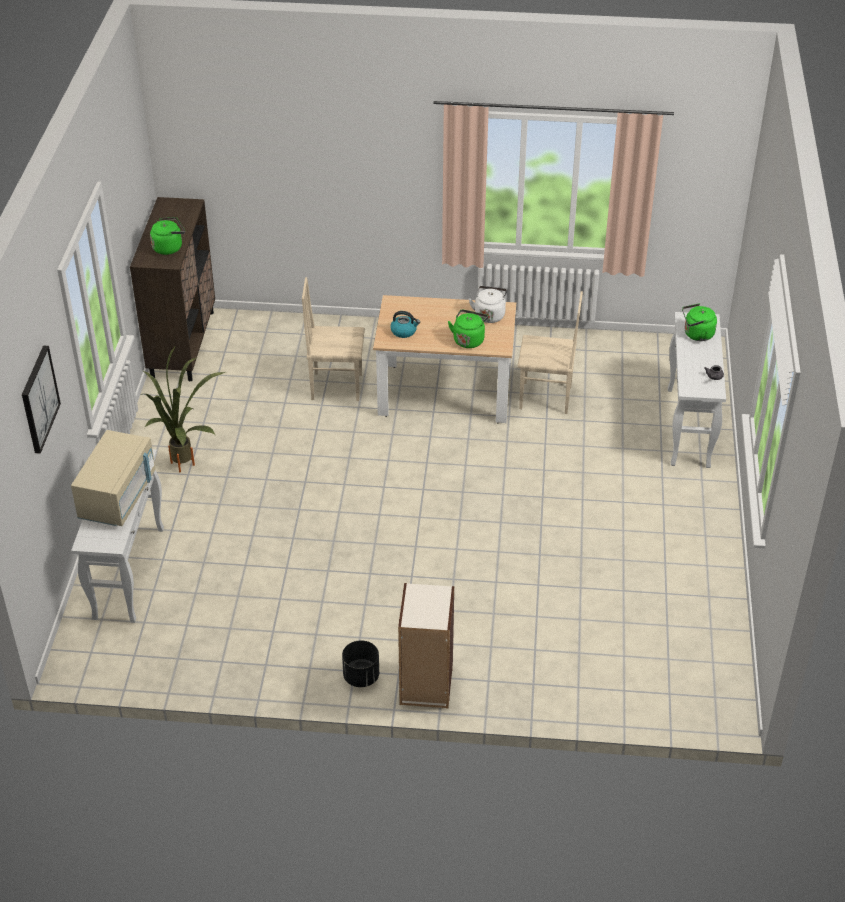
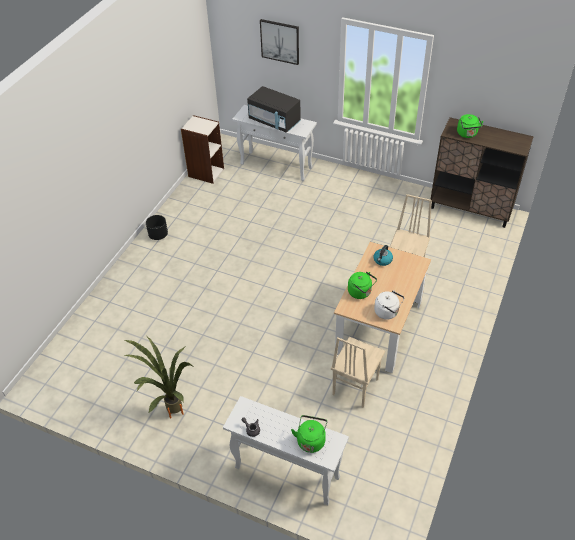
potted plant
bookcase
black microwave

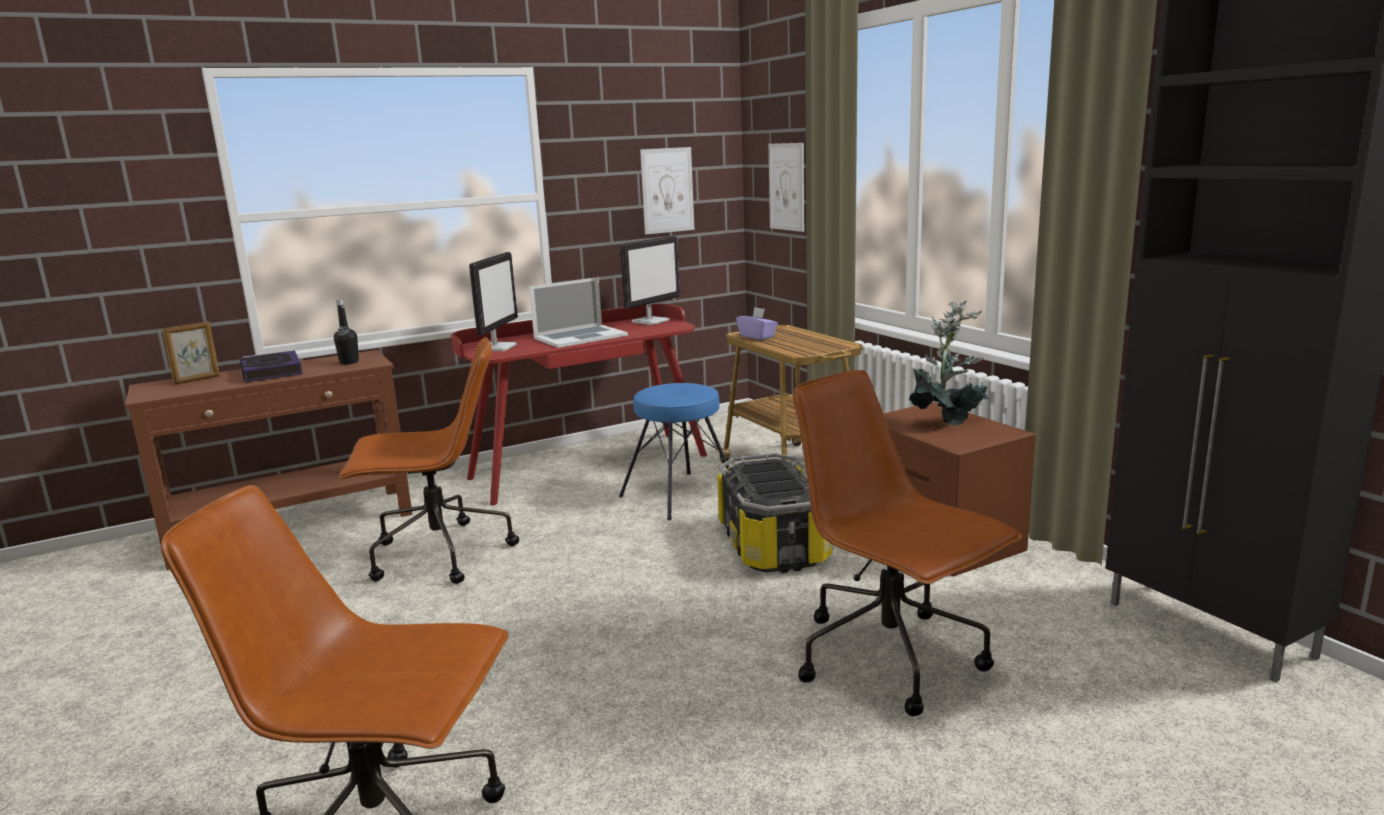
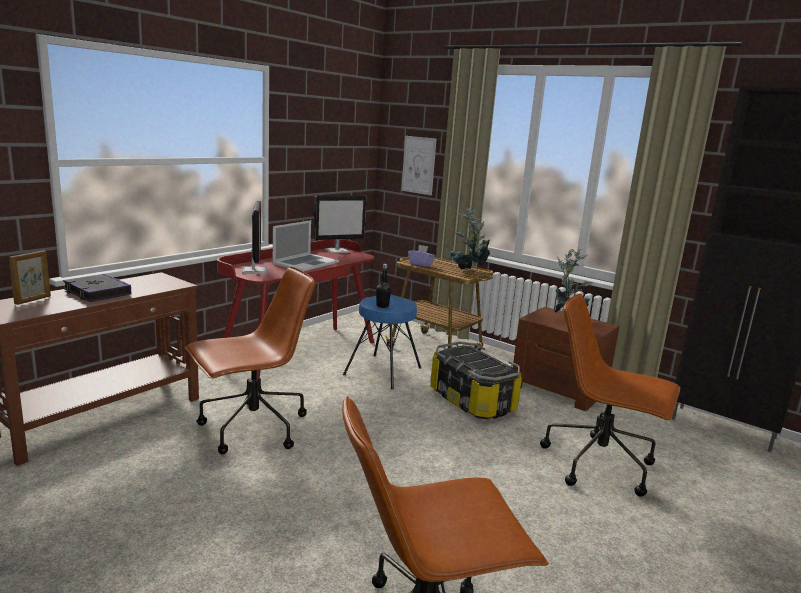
picture (no. 1 from left in the first image)
potted plant (no. 1 from left)
black bottle
monitor (no. 2 from left)

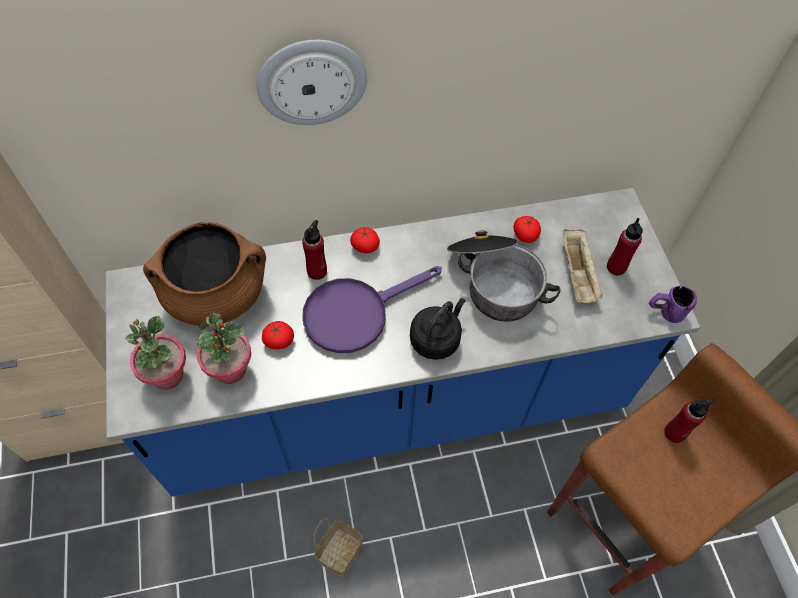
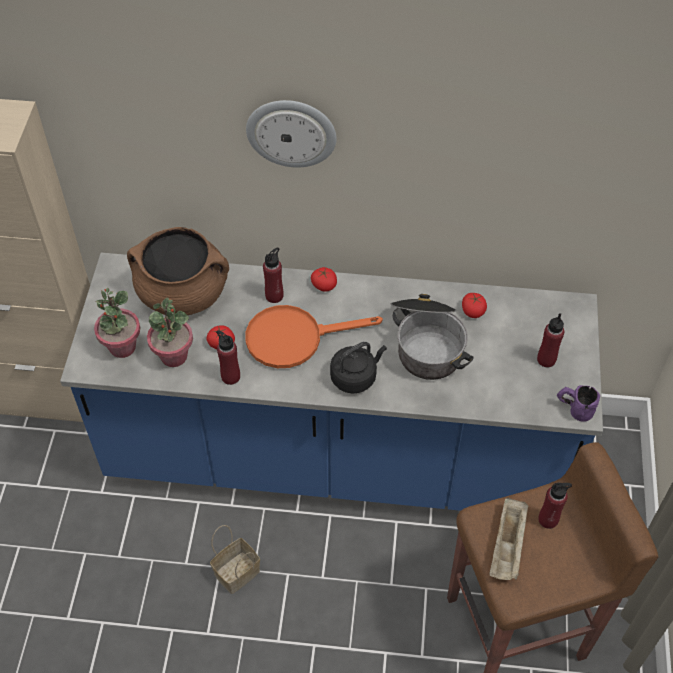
red bottle (no. 1 from left)
beige tray
orange frying pan

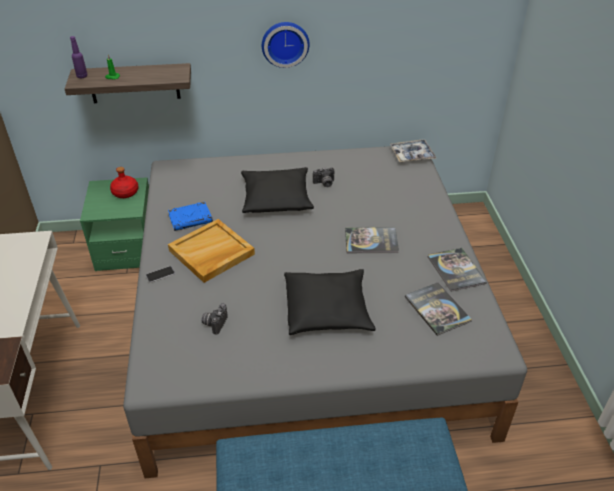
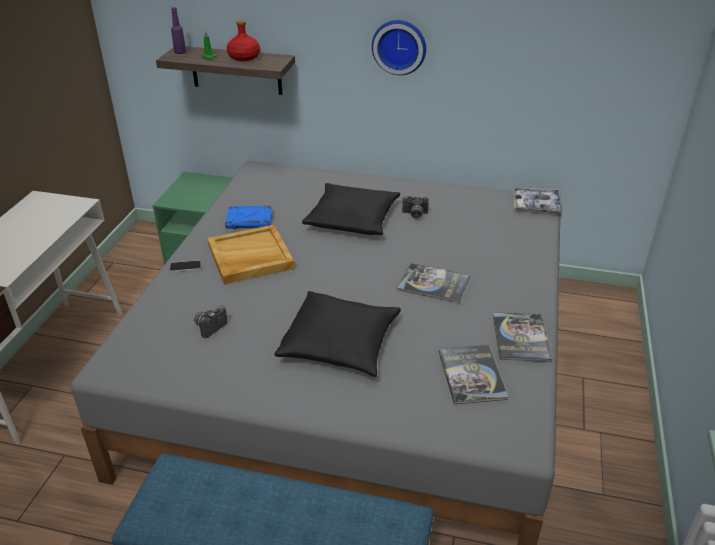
red bottle

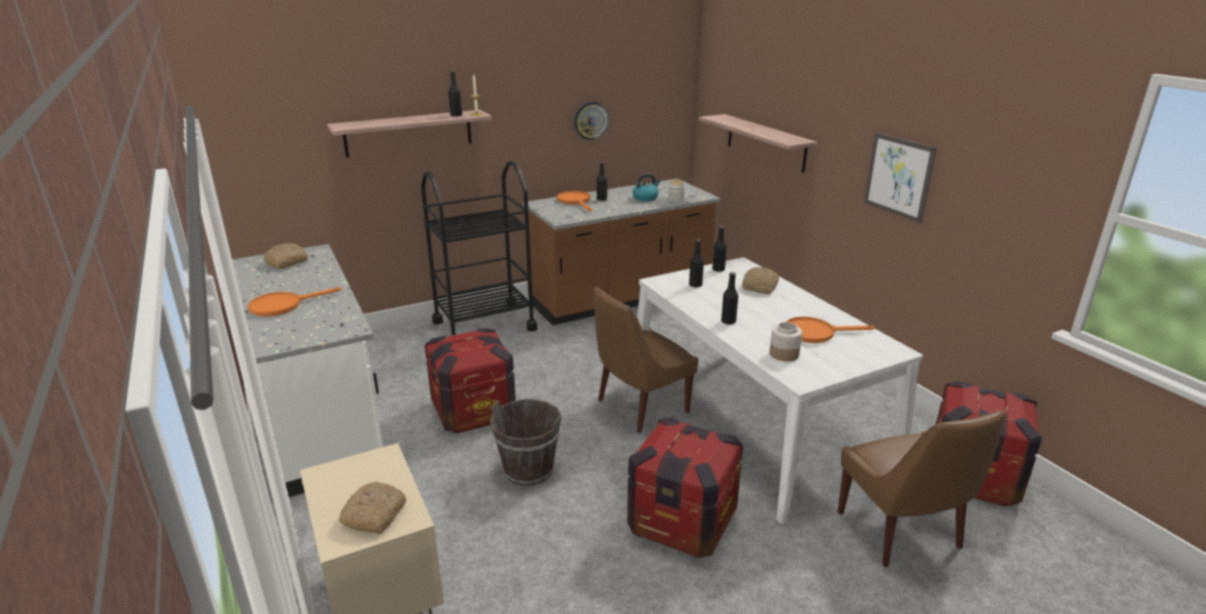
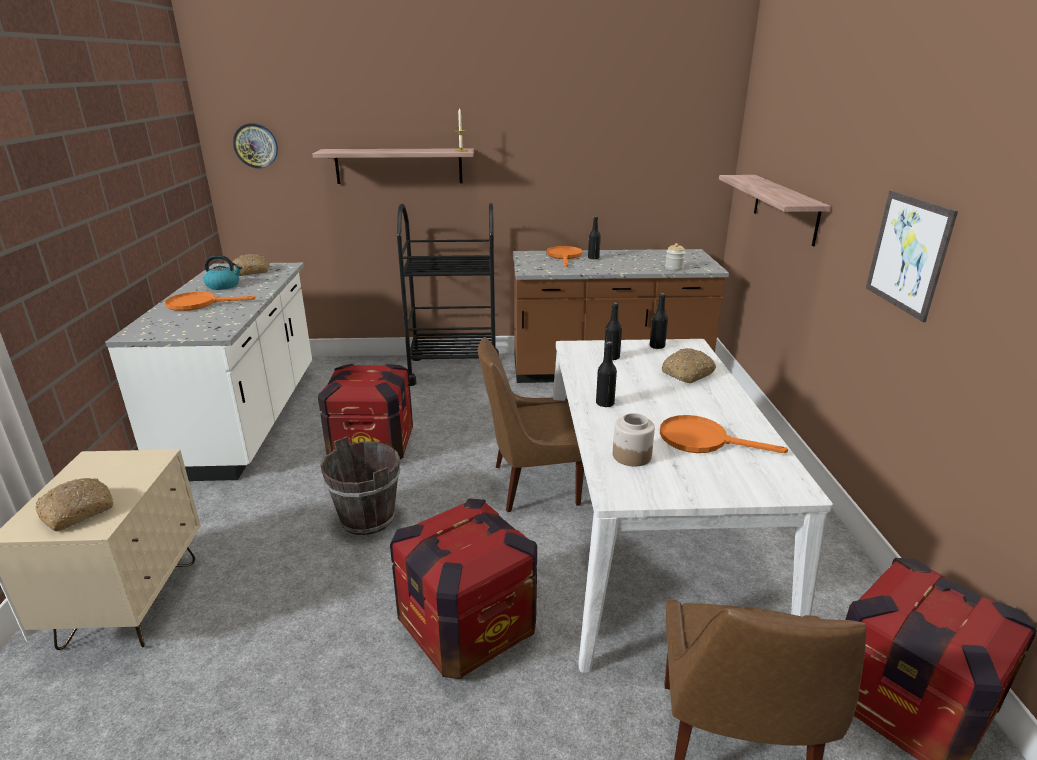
black bottle (no. 1 from left in the first image)
wall clock
kettle

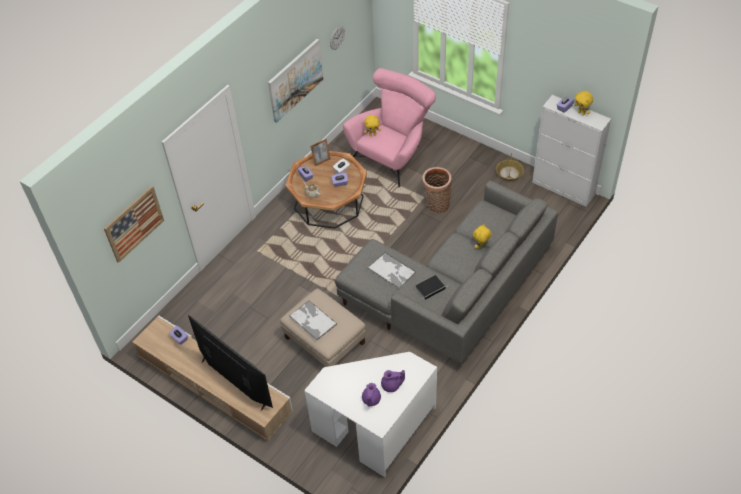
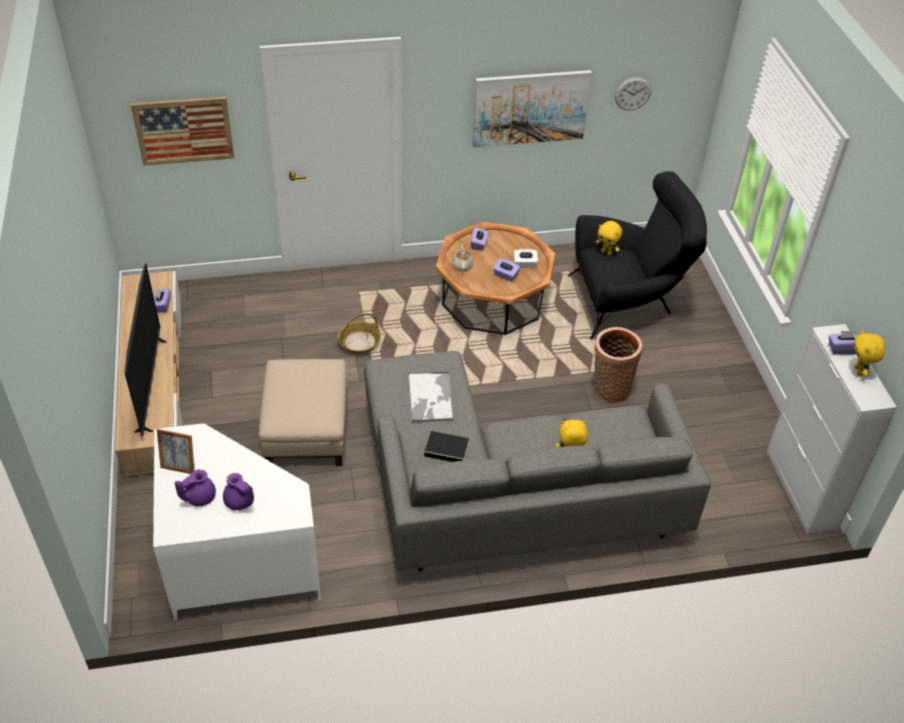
tray (no. 1 from left in the first image)
picture frame
basket (no. 1 from left)
black armchair

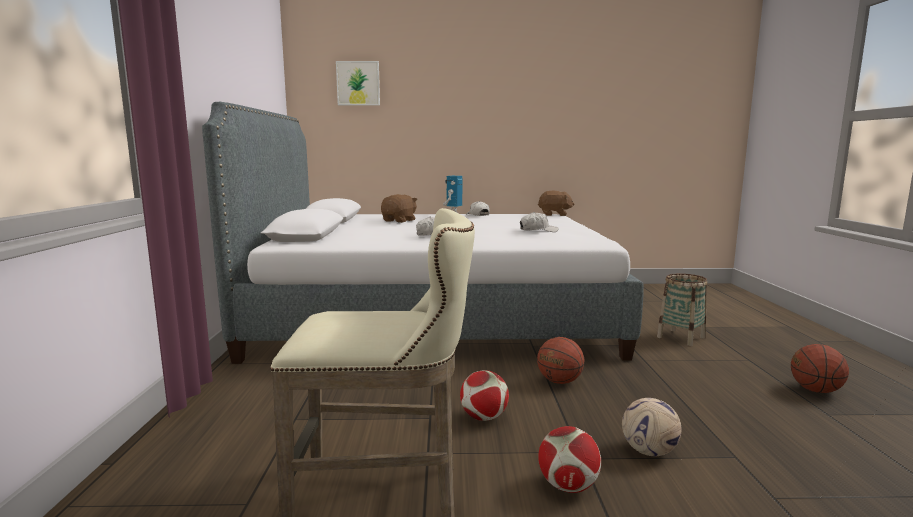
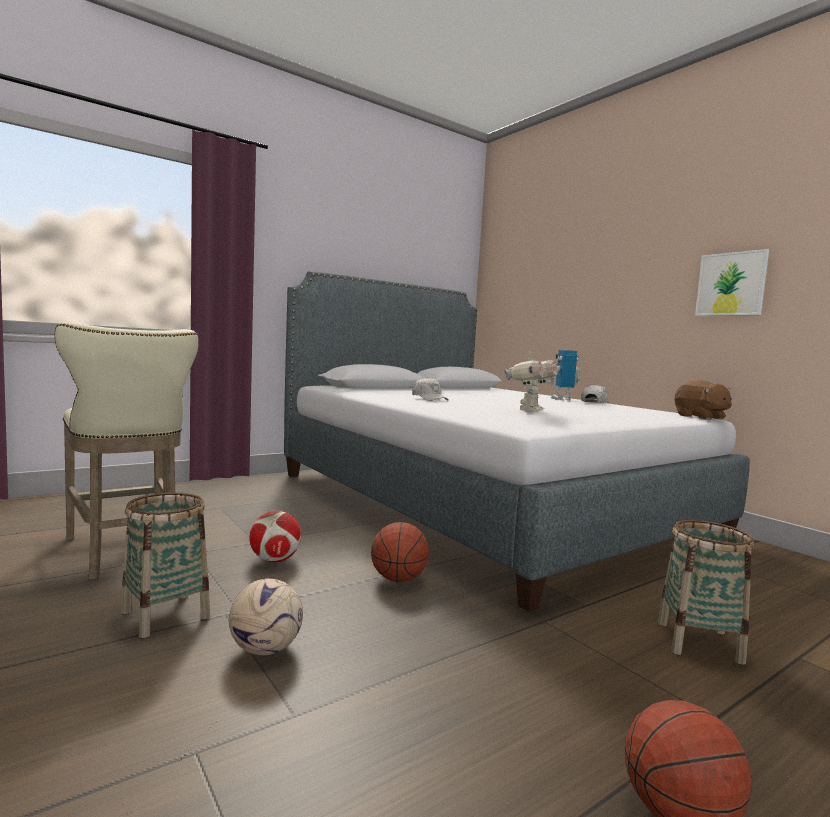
brown plush toy (no. 1 from left in the first image)
picture
toy robot (no. 1 from left)
basket (no. 1 from left)

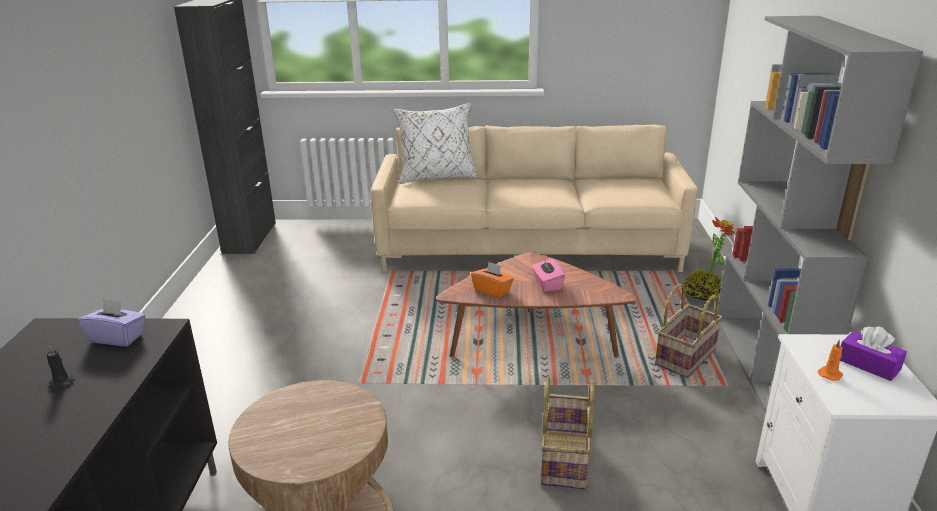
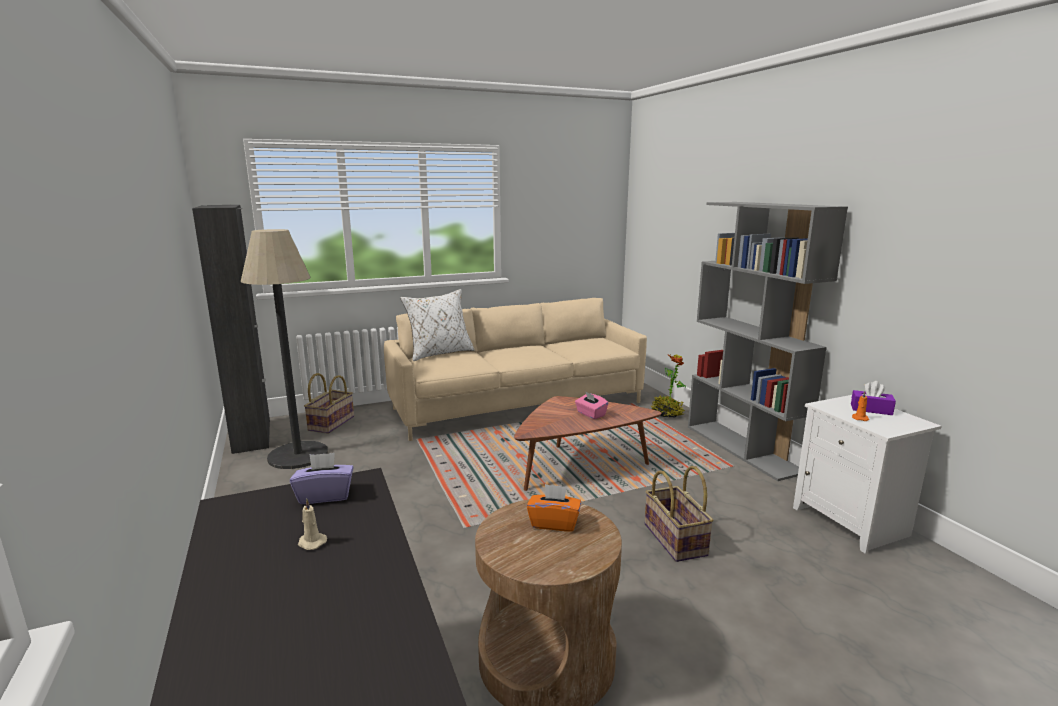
floor lamp
orange tissue box
basket (no. 1 from left)
beige candle

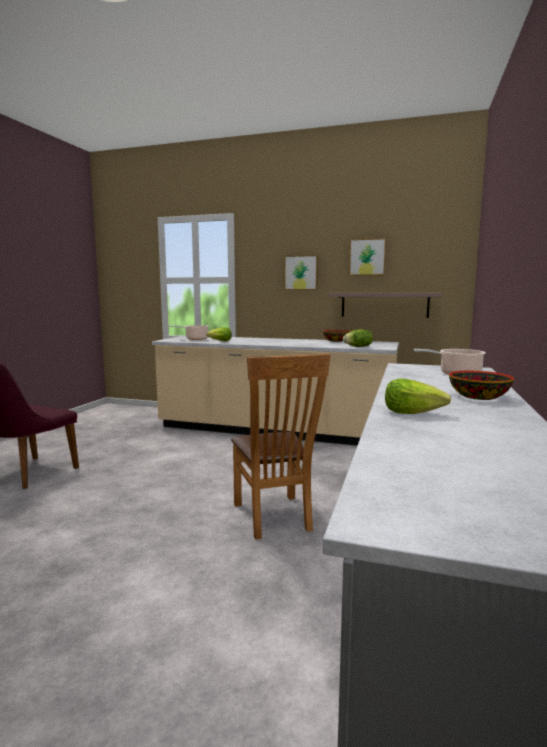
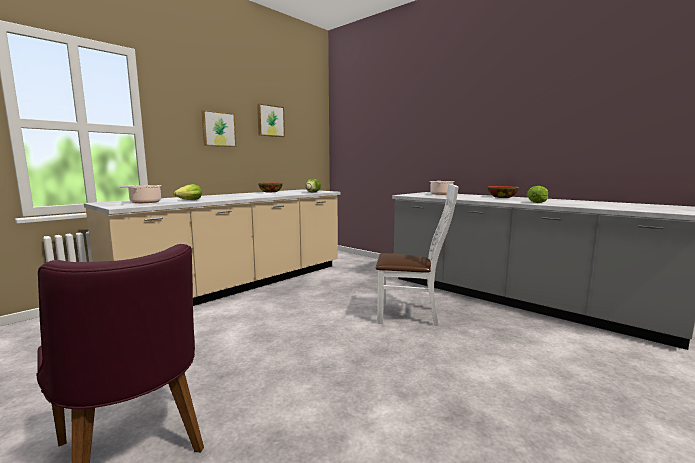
shelf
white chair

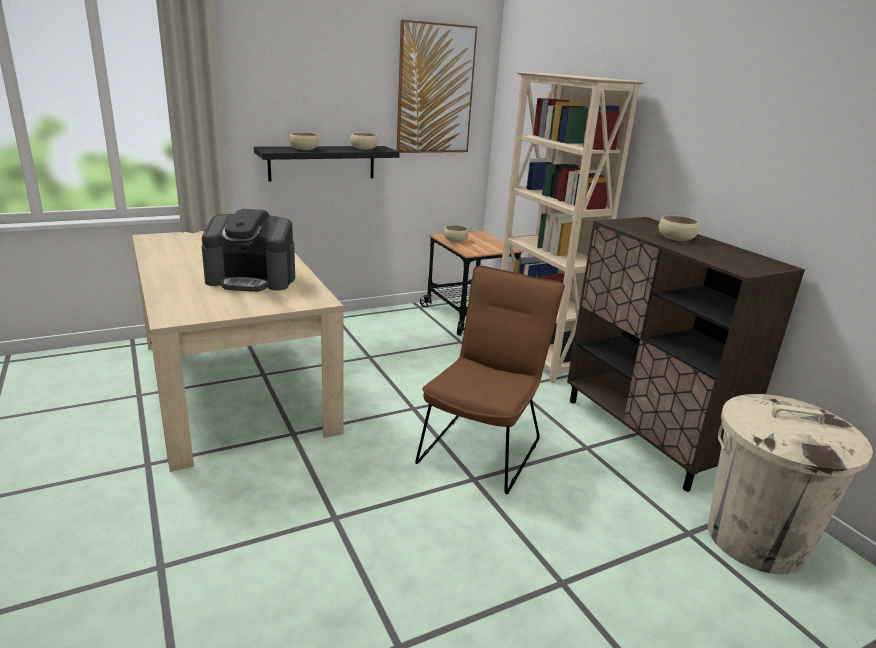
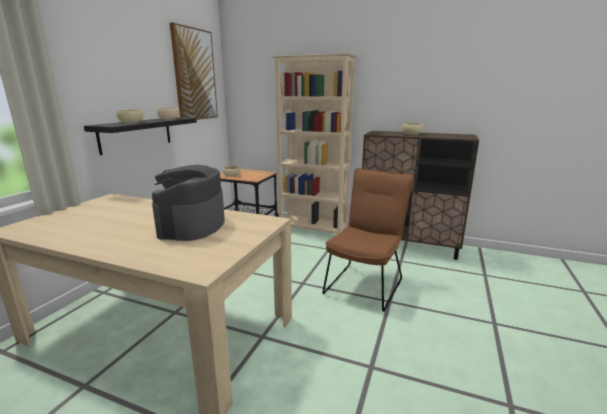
beige trash can
coffee machine
brown chair

